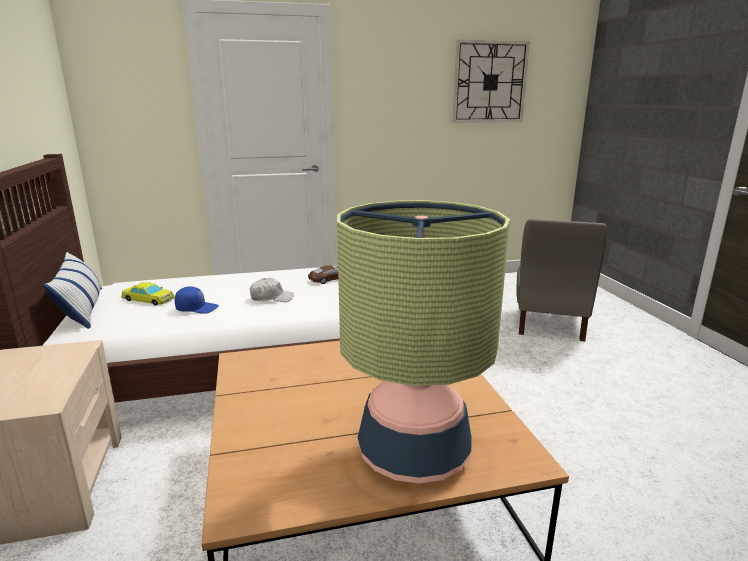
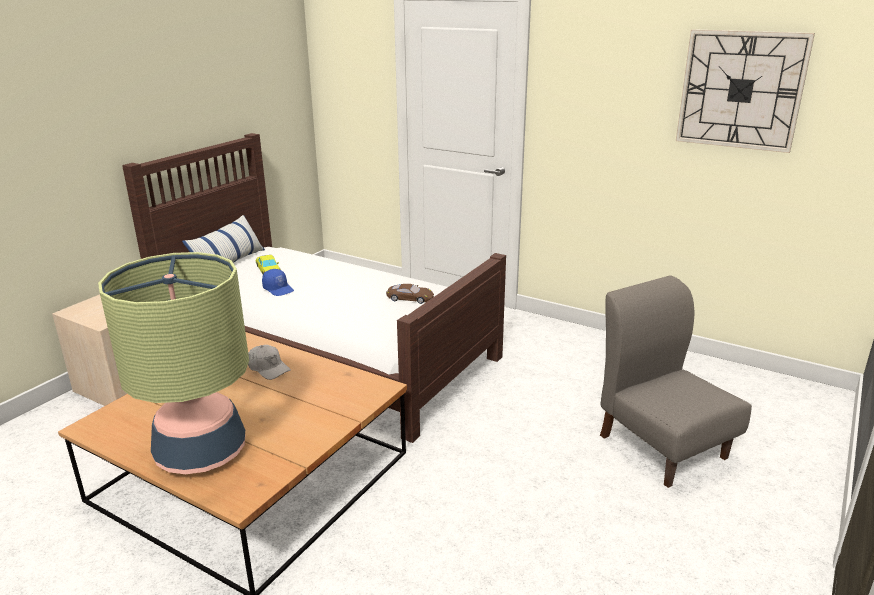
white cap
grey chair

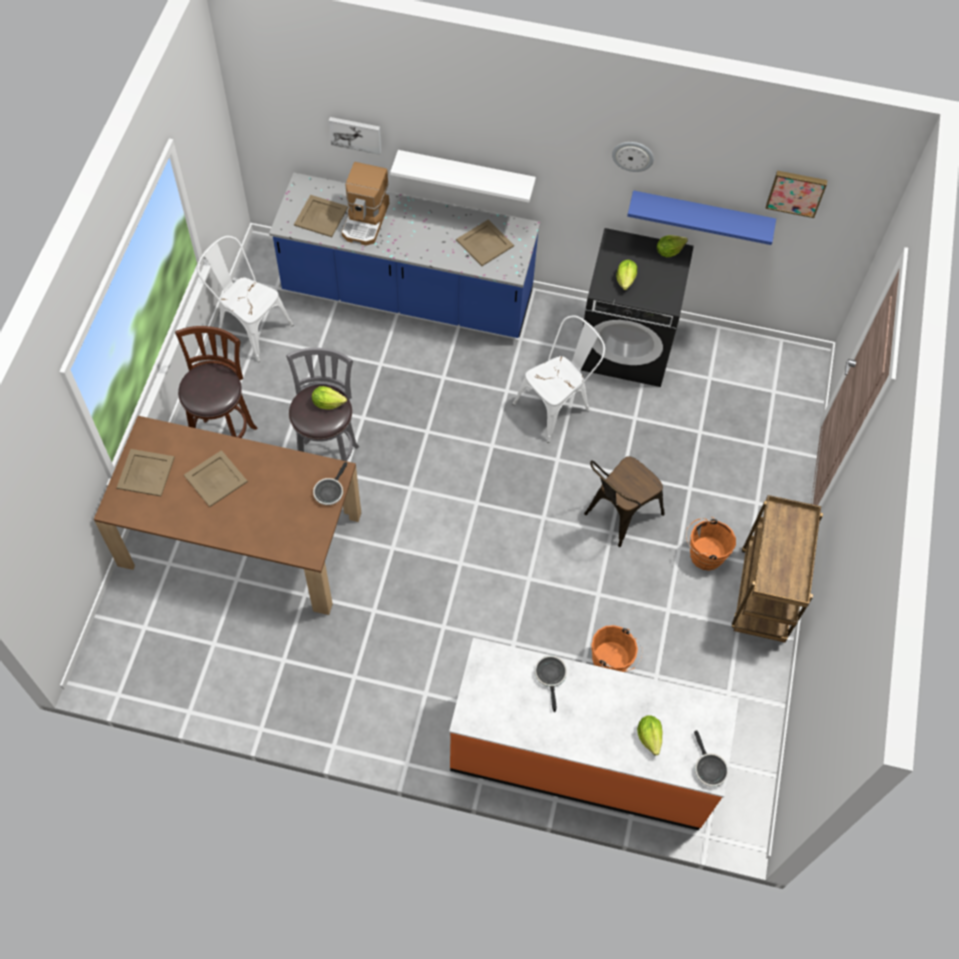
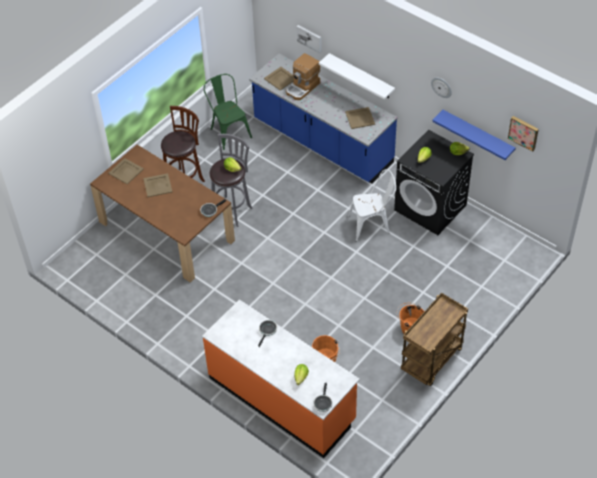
brown chair
green chair

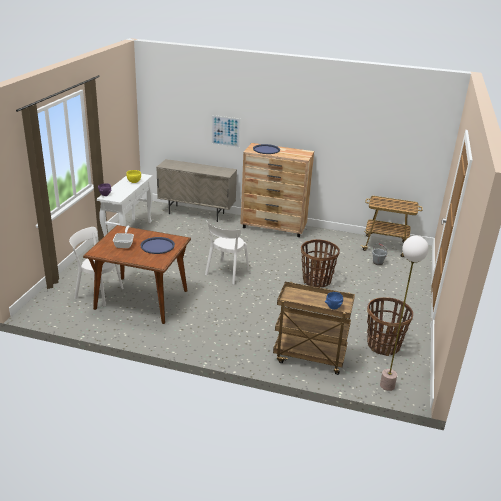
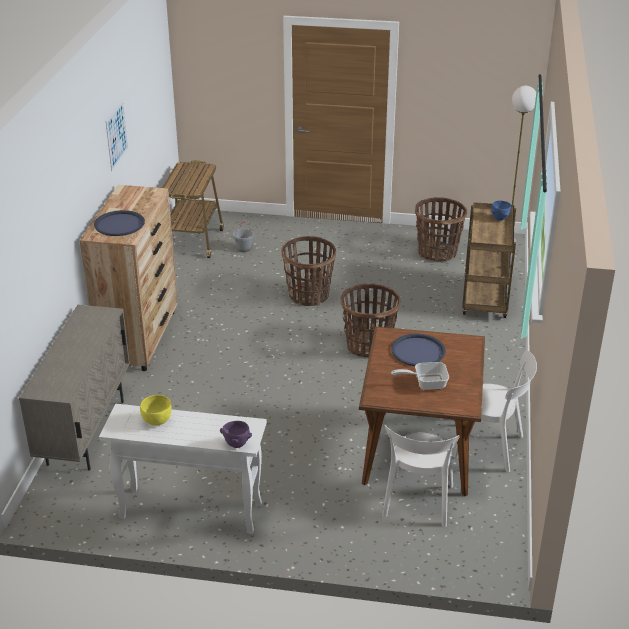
basket (no. 2 from left)
white chair (no. 2 from left)
picture

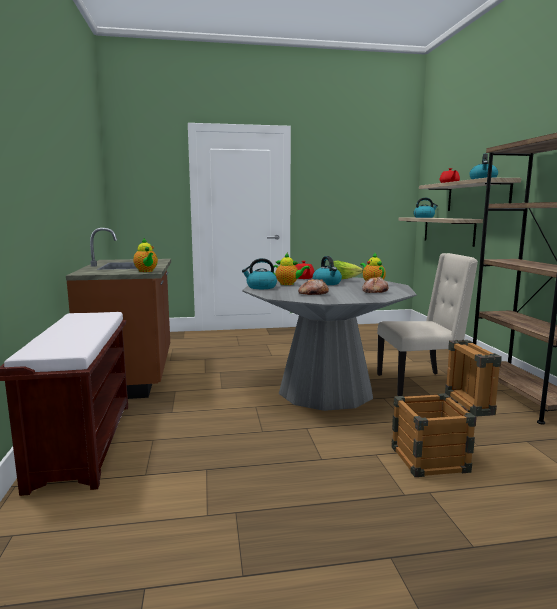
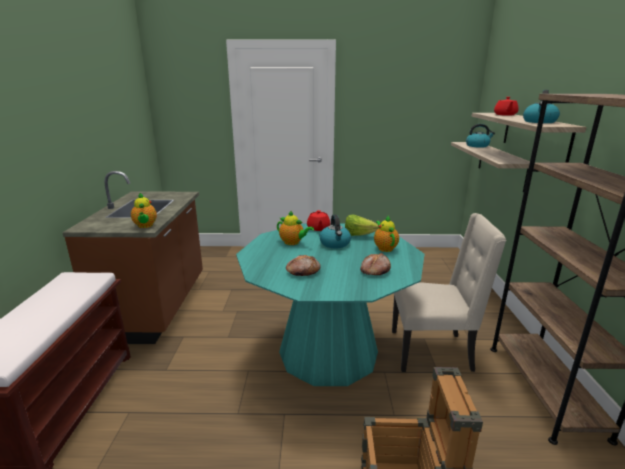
kettle (no. 1 from left in the first image)
turquoise dining table

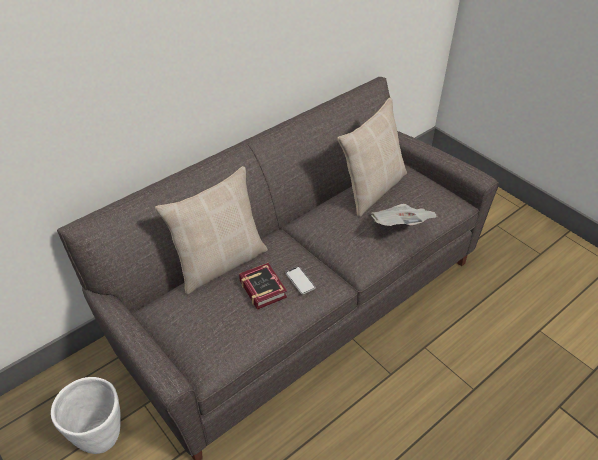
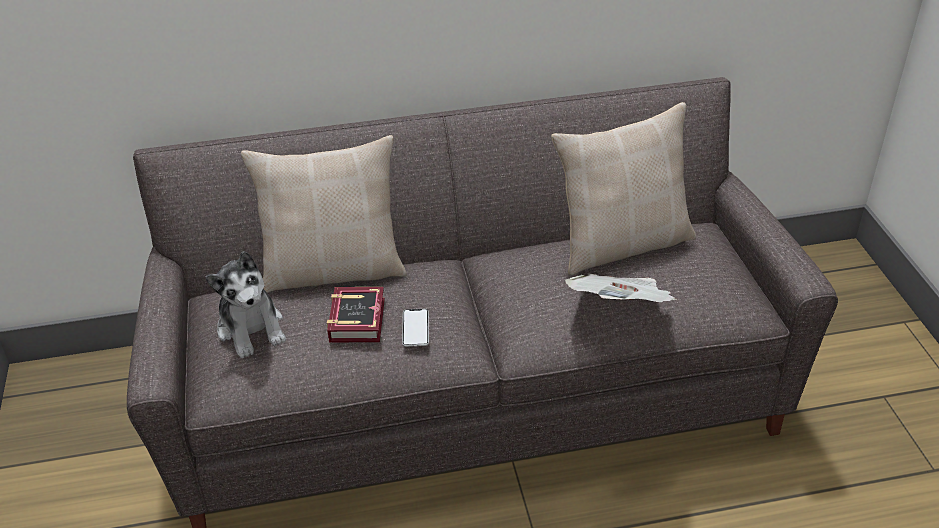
white planter
plush toy

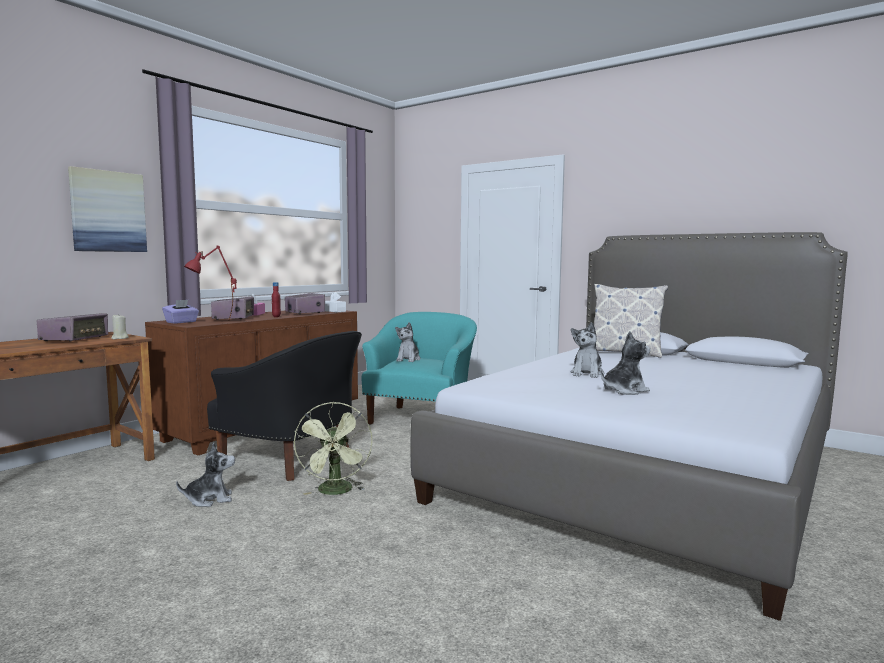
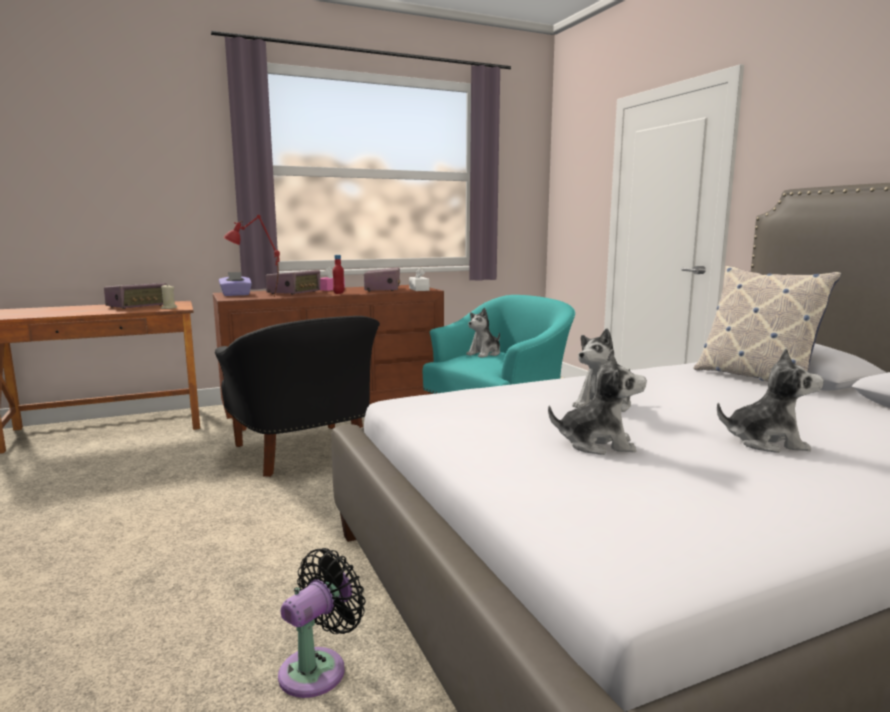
picture
green fan
black fan
plush toy (no. 4 from left)

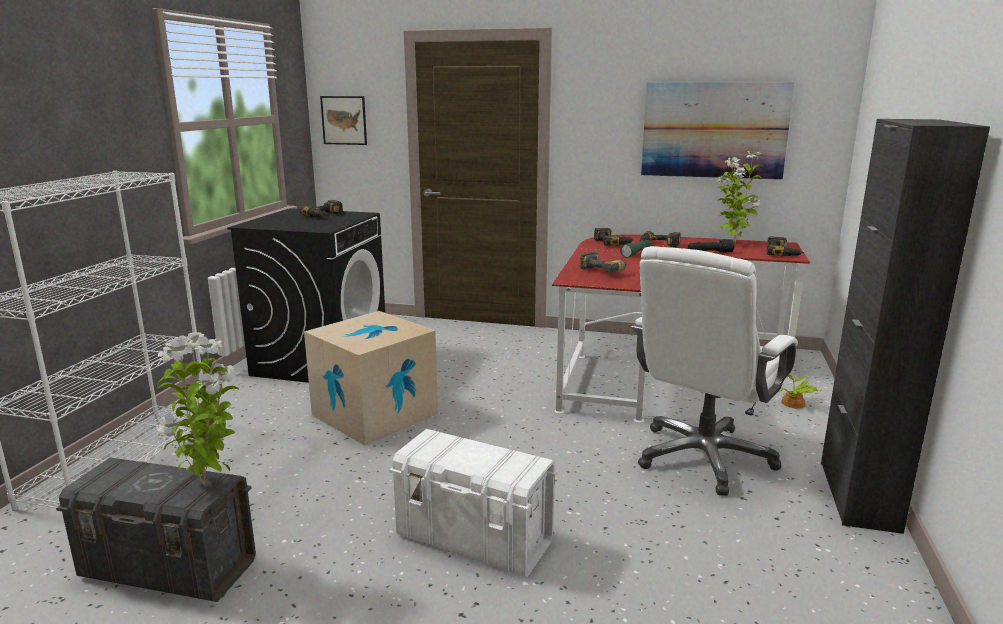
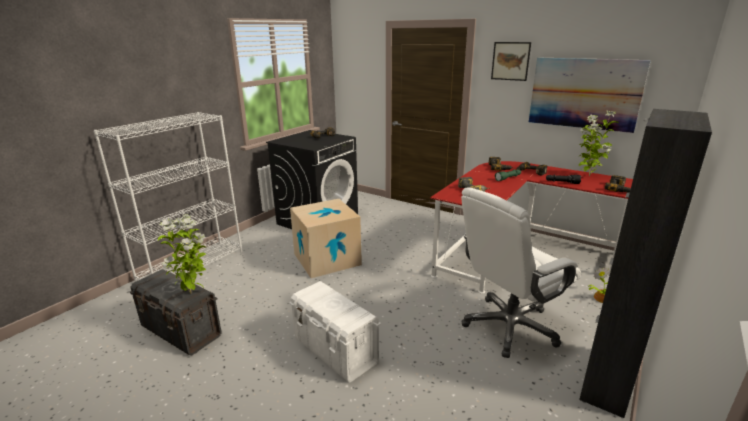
picture (no. 1 from left)

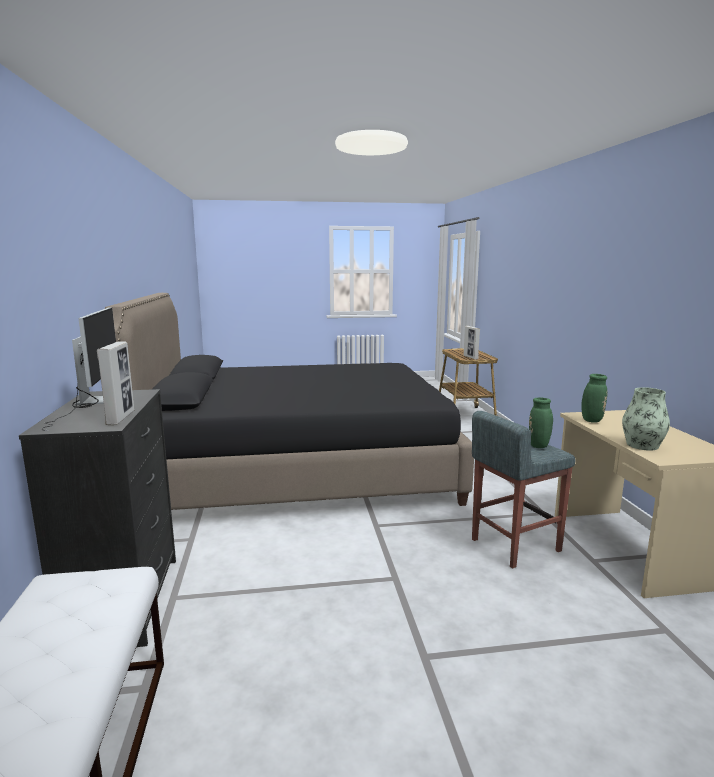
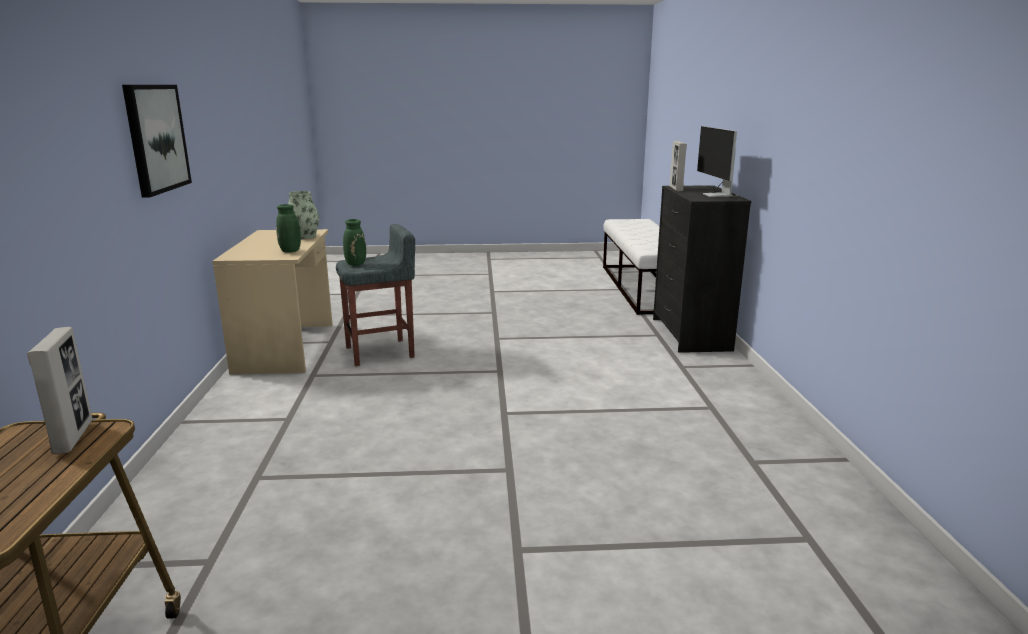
black bed
picture

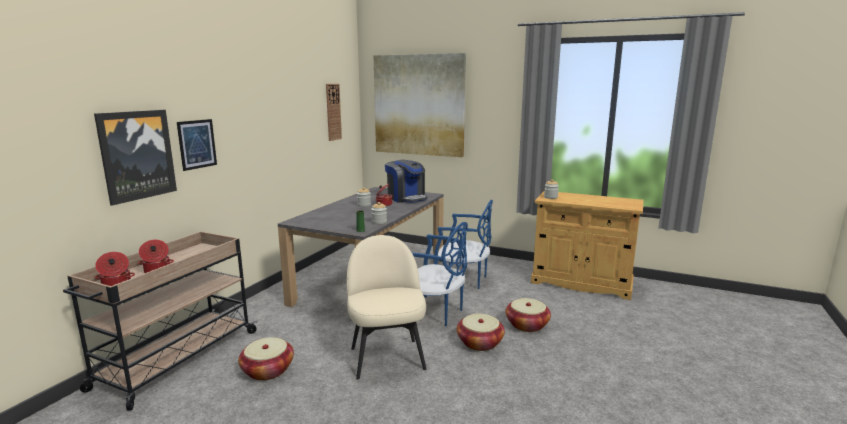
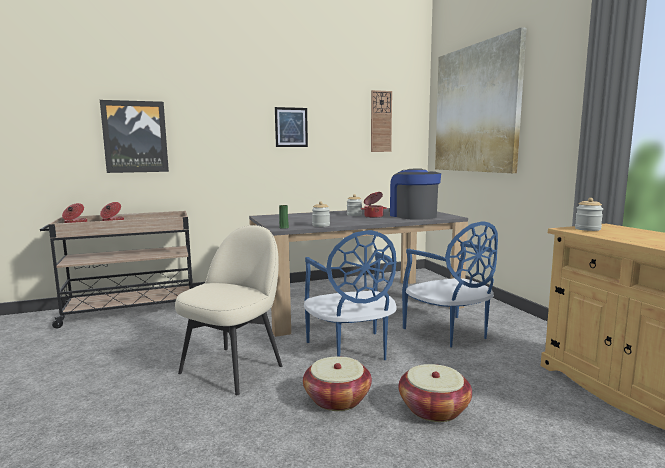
basket (no. 1 from left in the first image)
picture (no. 2 from left)
coffee machine

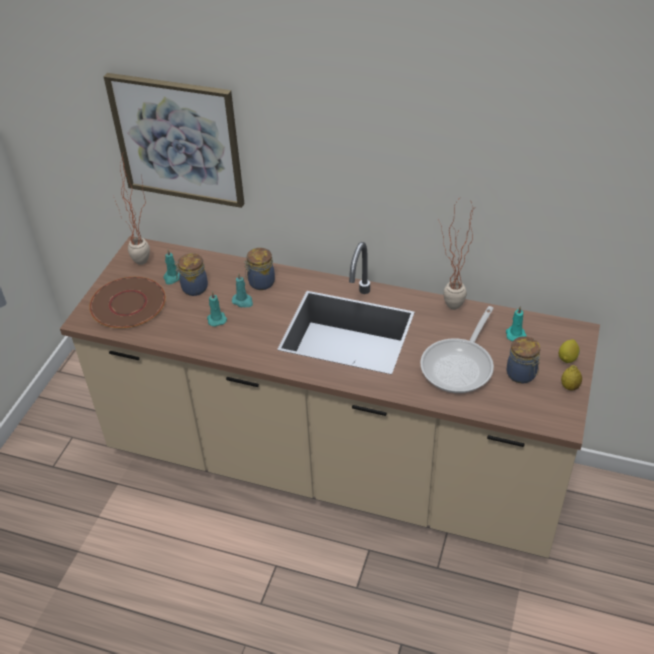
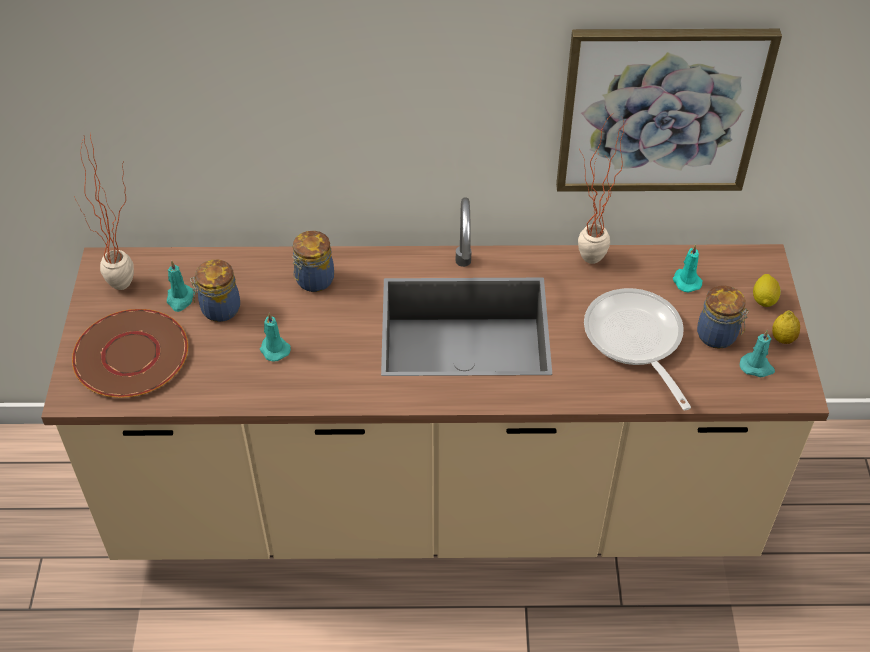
picture
turquoise candle (no. 4 from left)
frying pan

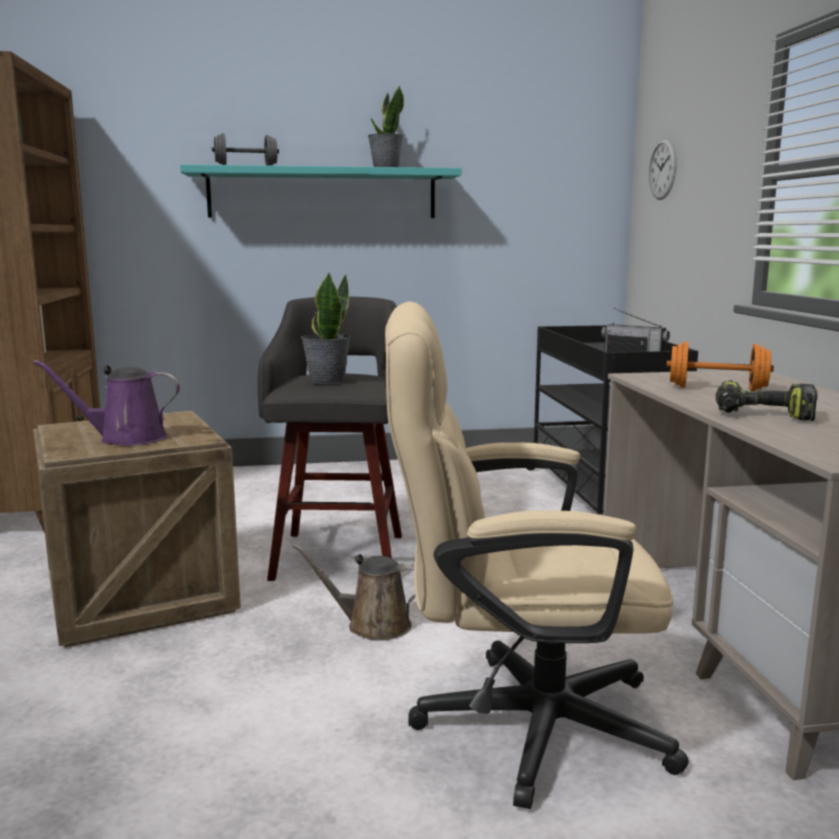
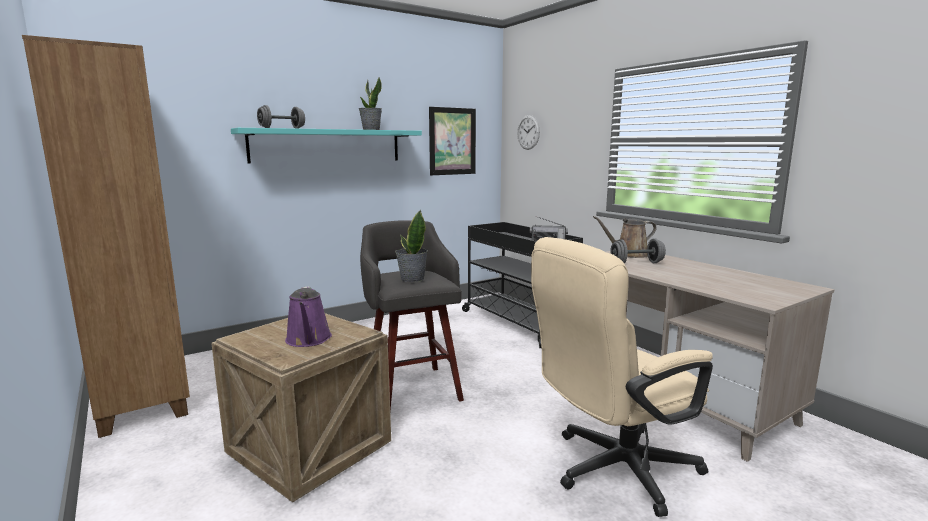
power drill
picture
brown watering can
grey dumbbell (no. 2 from left)
purple watering can

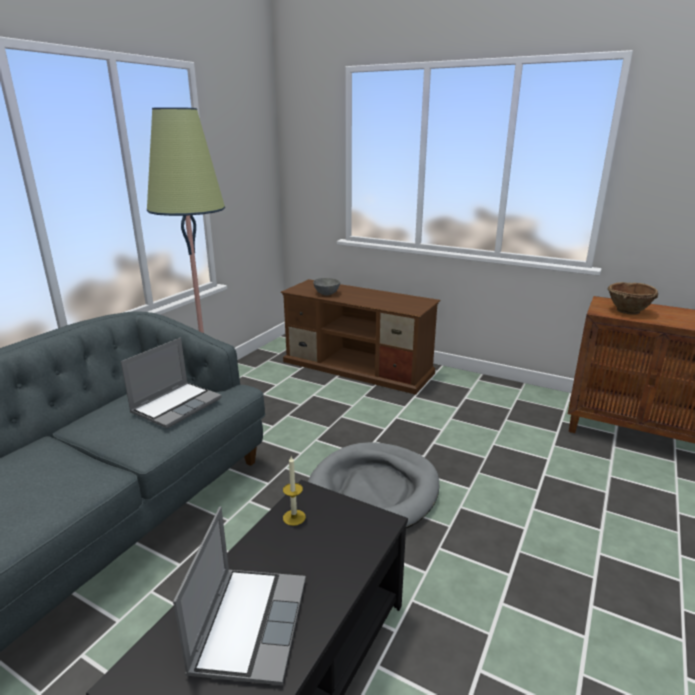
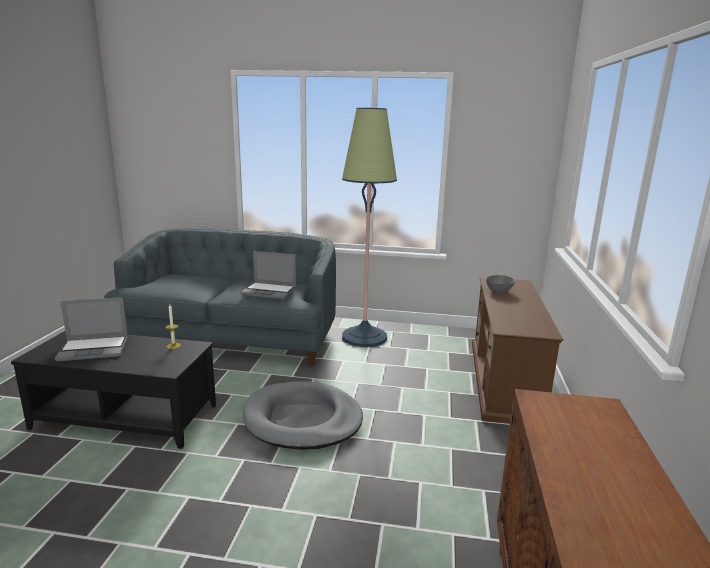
brown bowl

